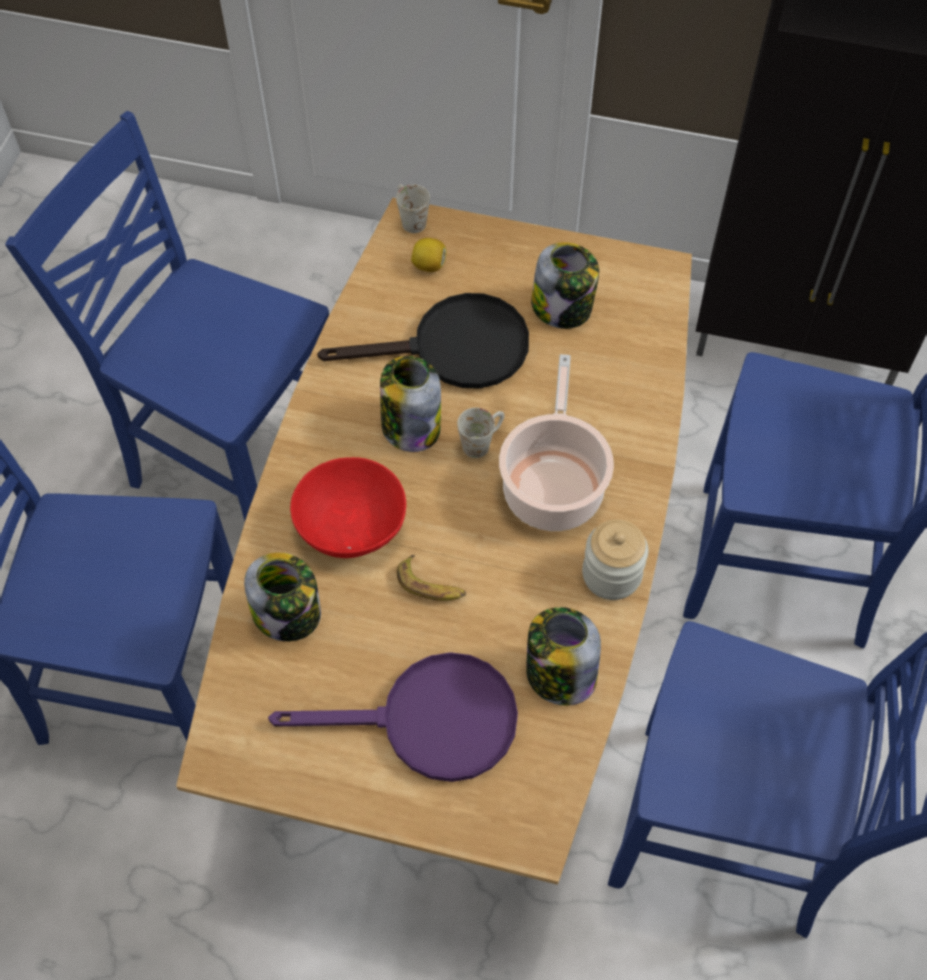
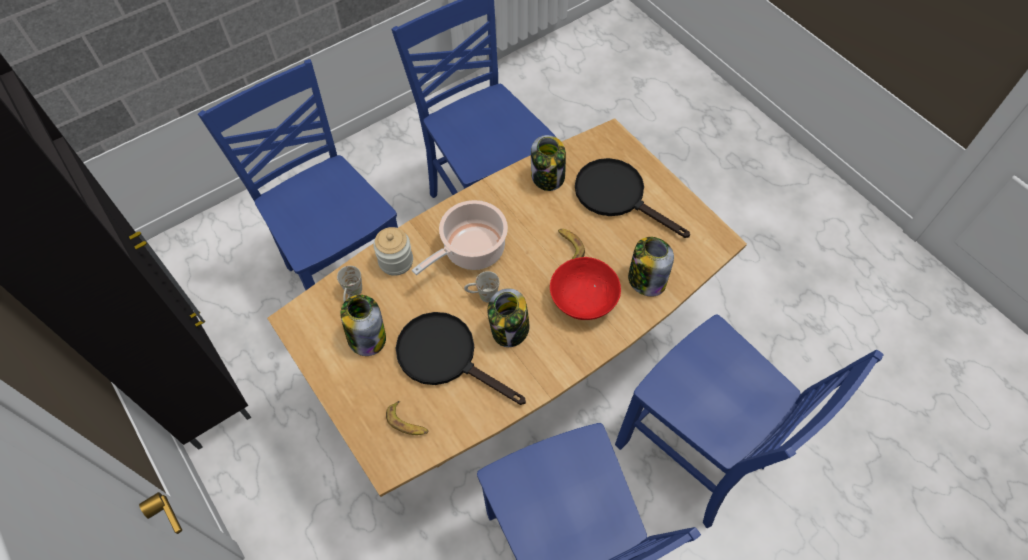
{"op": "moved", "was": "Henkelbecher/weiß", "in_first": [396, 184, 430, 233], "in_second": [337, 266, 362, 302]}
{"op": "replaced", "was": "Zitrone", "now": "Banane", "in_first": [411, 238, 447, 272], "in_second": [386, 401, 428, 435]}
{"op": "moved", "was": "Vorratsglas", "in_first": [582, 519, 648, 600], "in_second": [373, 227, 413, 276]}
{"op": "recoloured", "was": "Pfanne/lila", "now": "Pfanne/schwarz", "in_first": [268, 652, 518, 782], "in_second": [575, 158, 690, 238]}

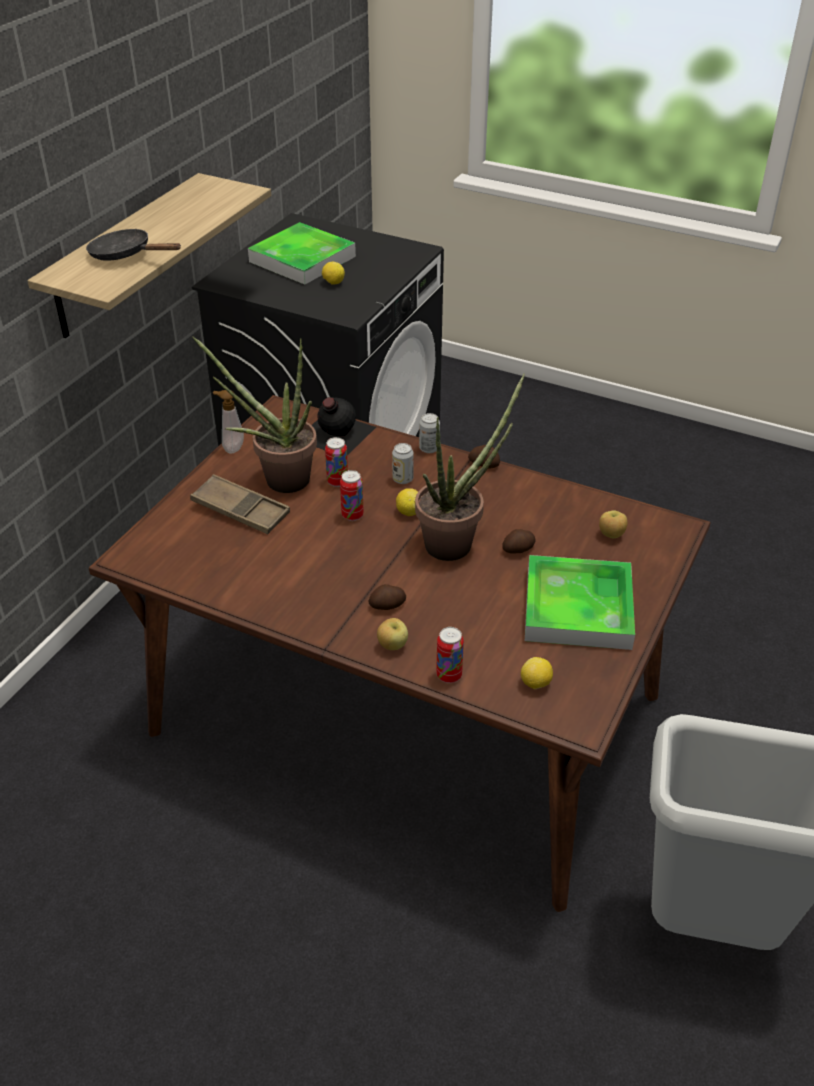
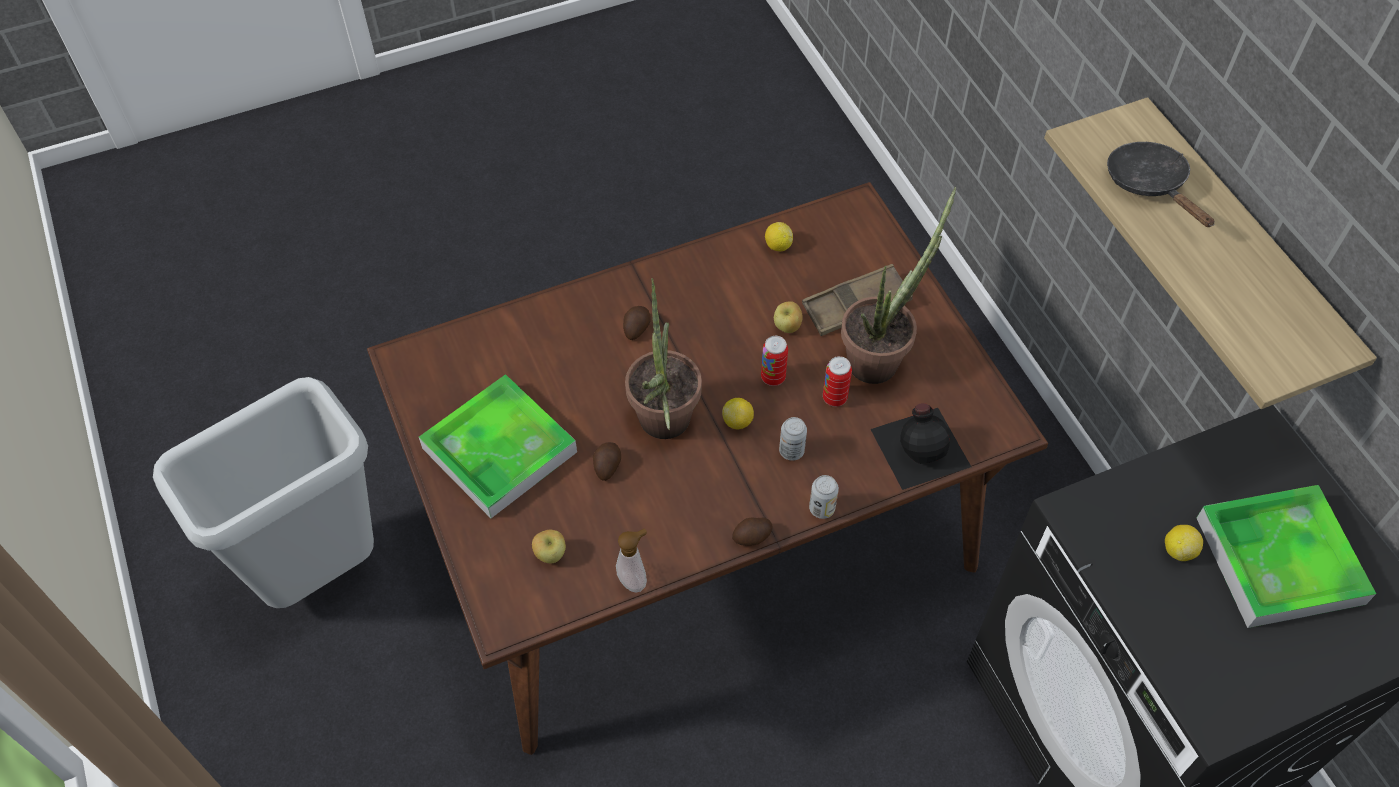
{"op": "turned", "was": "Pfanne/schwarz", "in_first": [86, 229, 181, 261], "in_second": [1107, 142, 1214, 227], "clockwise": -90}
{"op": "moved", "was": "Seifenspender", "in_first": [213, 390, 244, 453], "in_second": [616, 529, 647, 593]}
{"op": "moved", "was": "Apfel", "in_first": [377, 618, 408, 650], "in_second": [774, 301, 803, 333]}
{"op": "removed", "was": "Dose", "in_first": [436, 627, 464, 683]}
{"op": "moved", "was": "Zitrone", "in_first": [521, 657, 553, 689], "in_second": [765, 222, 793, 251]}

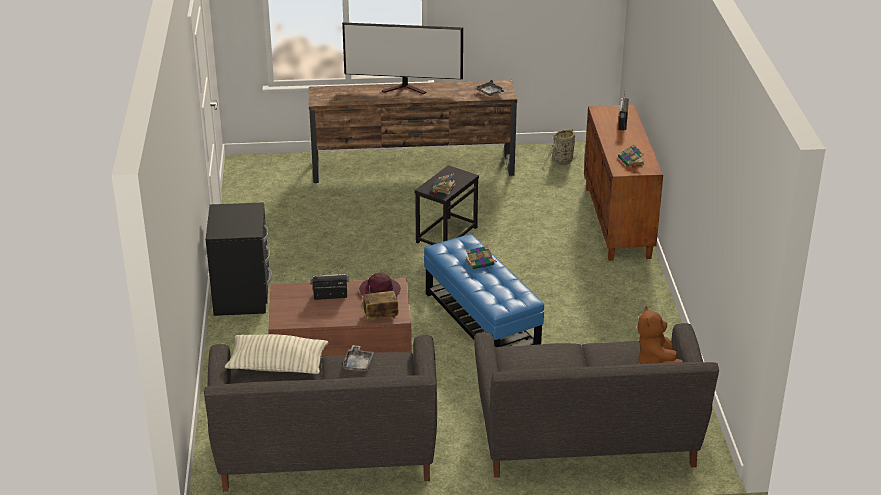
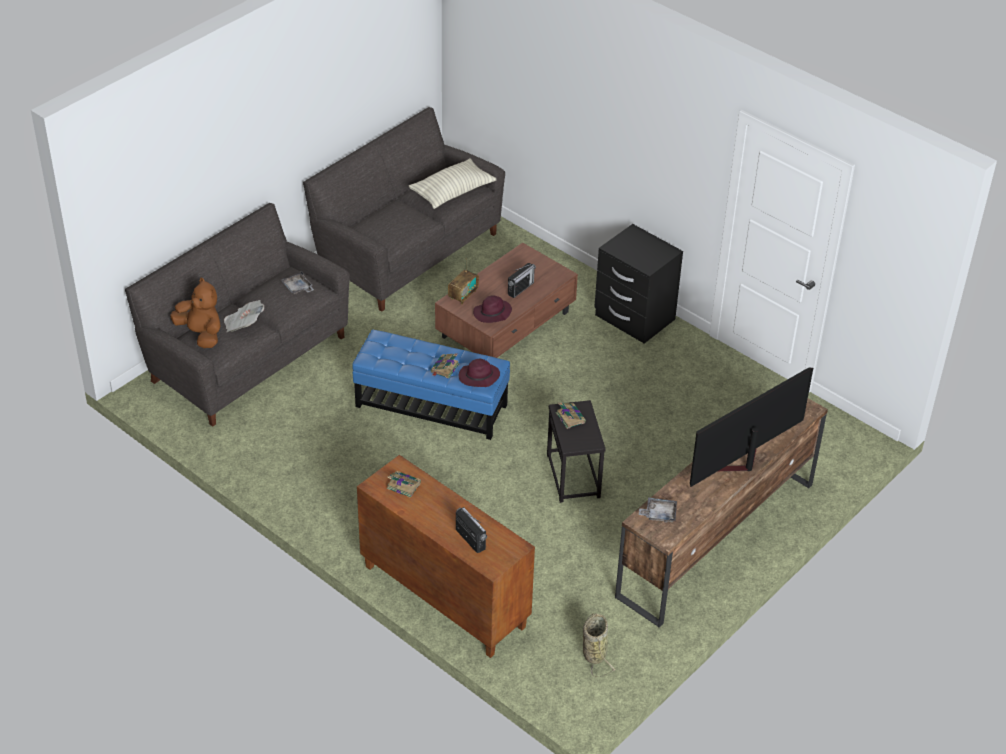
{"op": "moved", "was": "Tablett/grau", "in_first": [341, 345, 374, 371], "in_second": [281, 271, 314, 294]}
{"op": "added", "now": "Zeitung", "in_second": [224, 300, 264, 332]}
{"op": "added", "now": "Hut/lila", "in_second": [459, 359, 500, 387]}

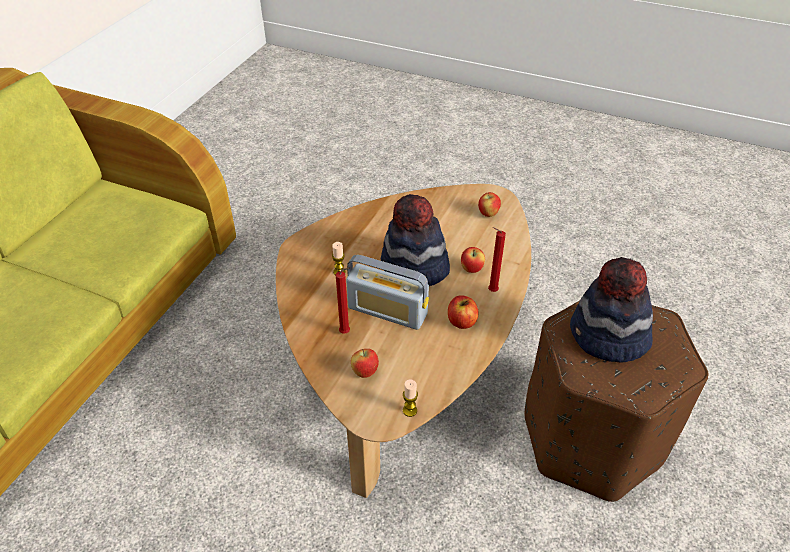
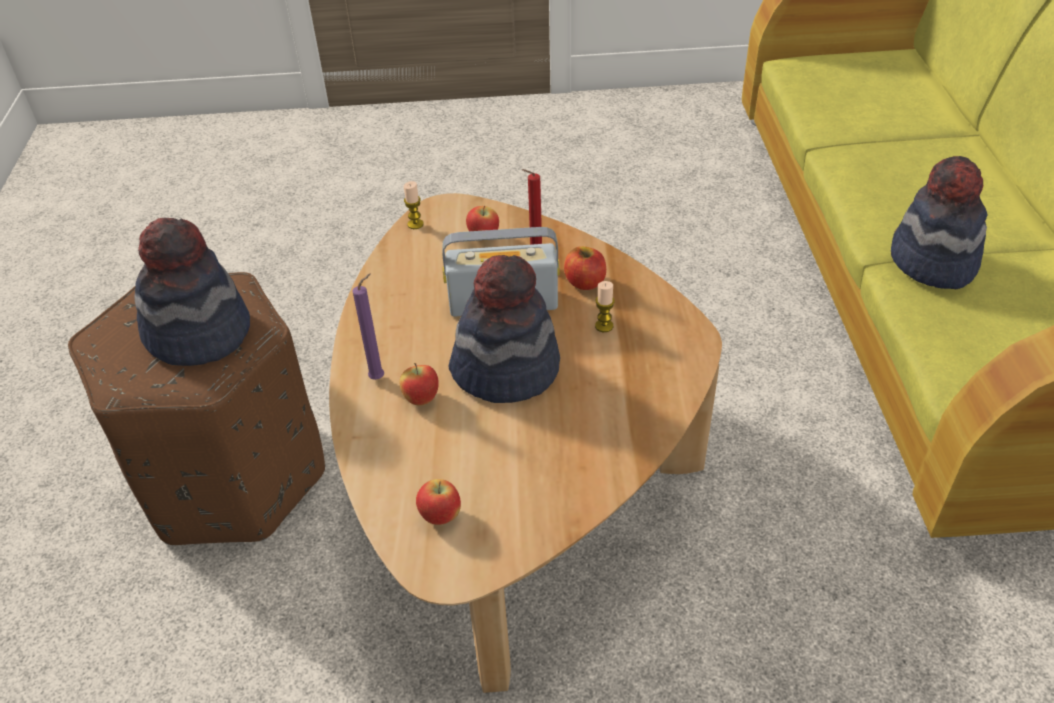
{"op": "recoloured", "was": "Kerze/rot", "now": "Kerze/lila", "in_first": [488, 227, 506, 292], "in_second": [353, 273, 384, 380]}
{"op": "moved", "was": "Apfel", "in_first": [448, 295, 479, 329], "in_second": [564, 246, 606, 290]}
{"op": "added", "now": "Hut", "in_second": [891, 156, 988, 289]}

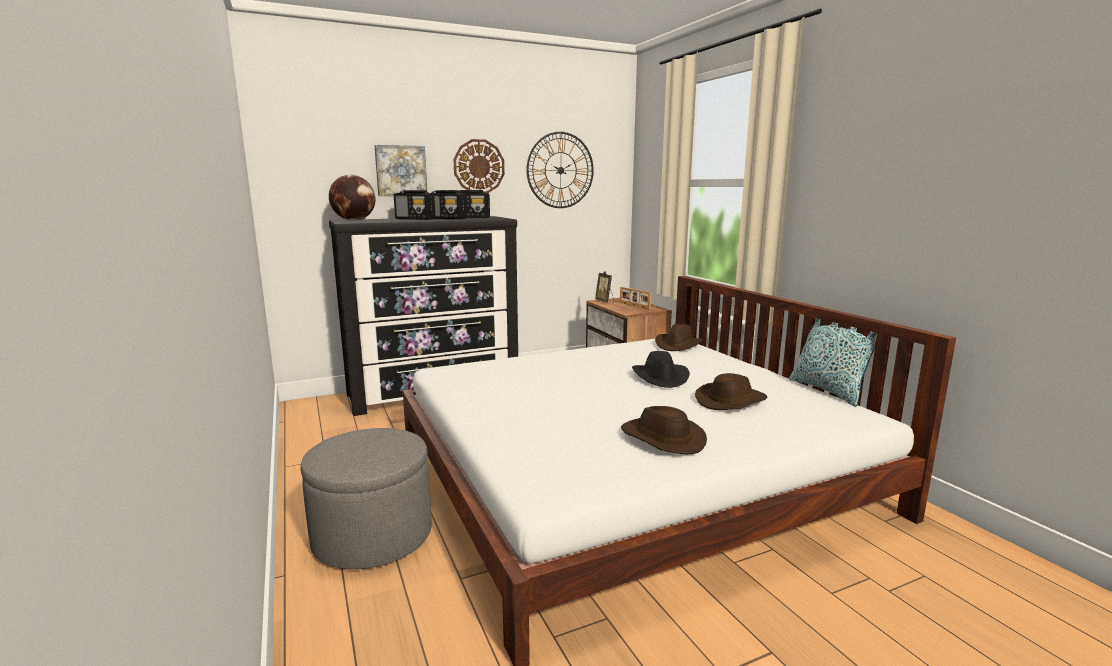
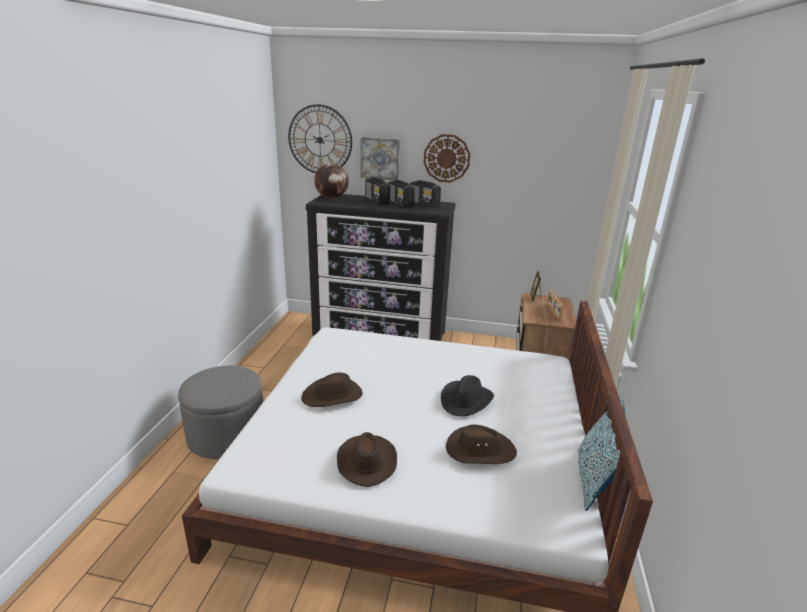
{"op": "moved", "was": "Wanduhr", "in_first": [526, 132, 594, 208], "in_second": [288, 104, 352, 173]}
{"op": "moved", "was": "Hut/braun", "in_first": [655, 324, 704, 351], "in_second": [301, 372, 363, 407]}

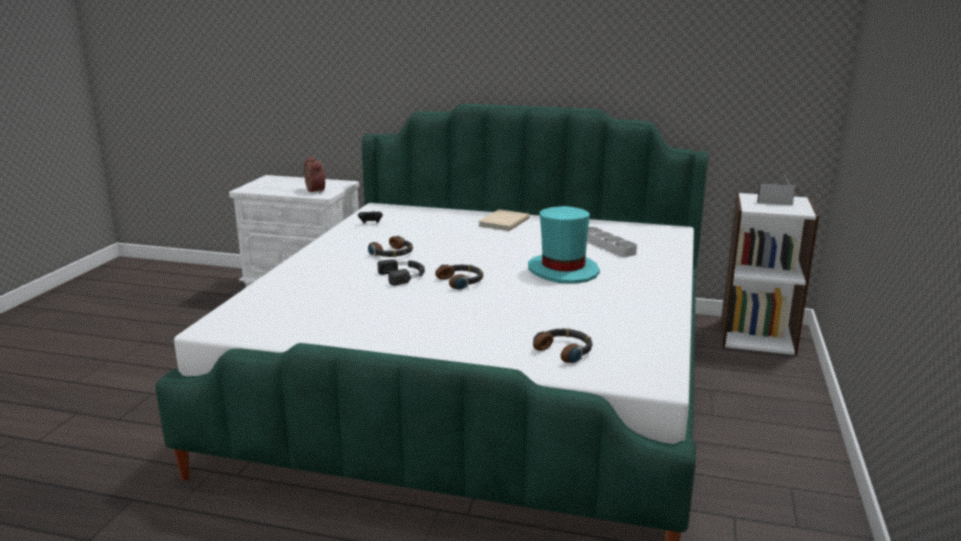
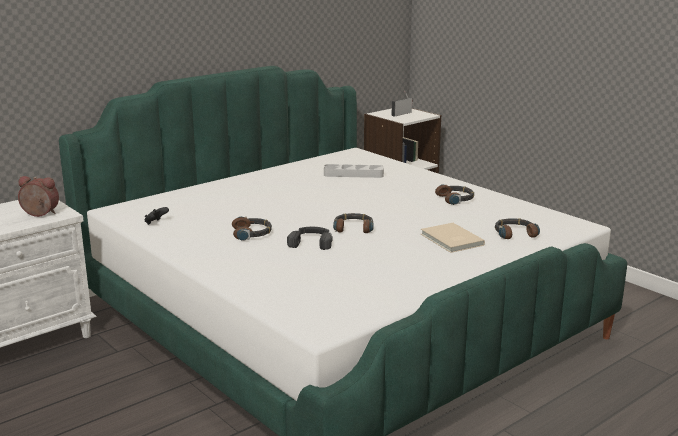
{"op": "removed", "was": "Hut/türkis", "in_first": [528, 206, 600, 284]}
{"op": "moved", "was": "Buch/beige", "in_first": [478, 209, 530, 231], "in_second": [421, 223, 485, 253]}
{"op": "added", "now": "Kopfhörer", "in_second": [435, 185, 474, 205]}

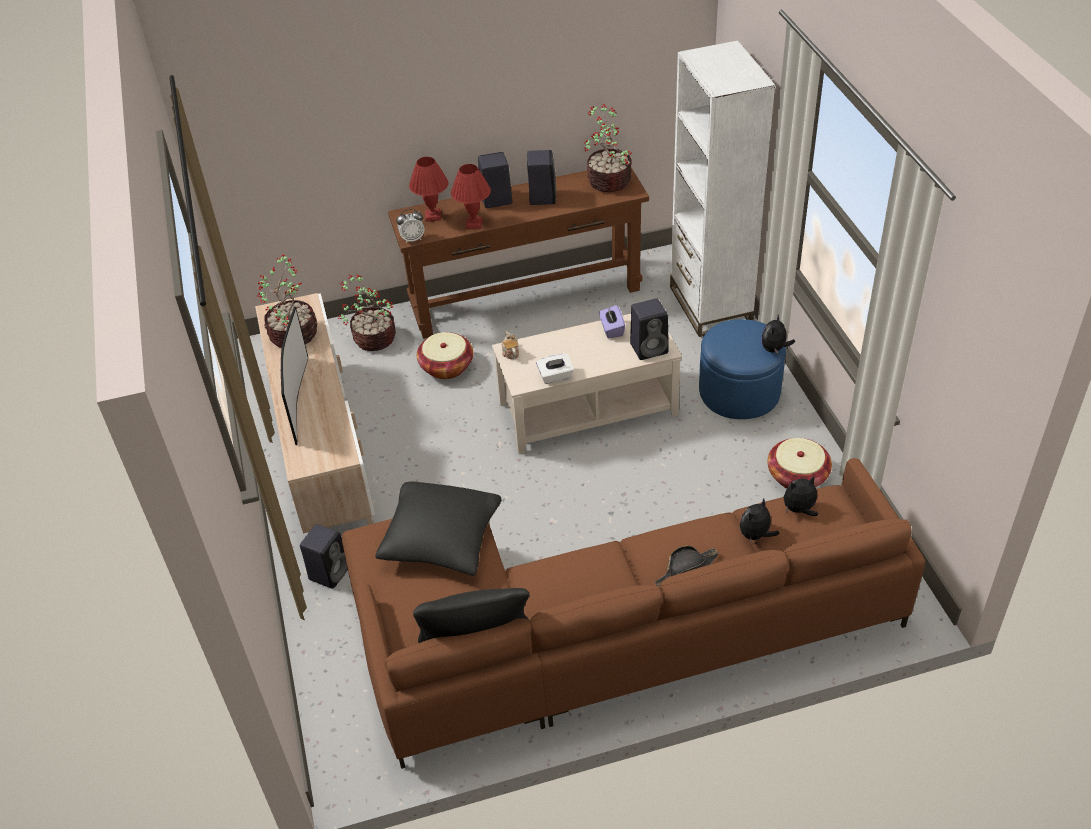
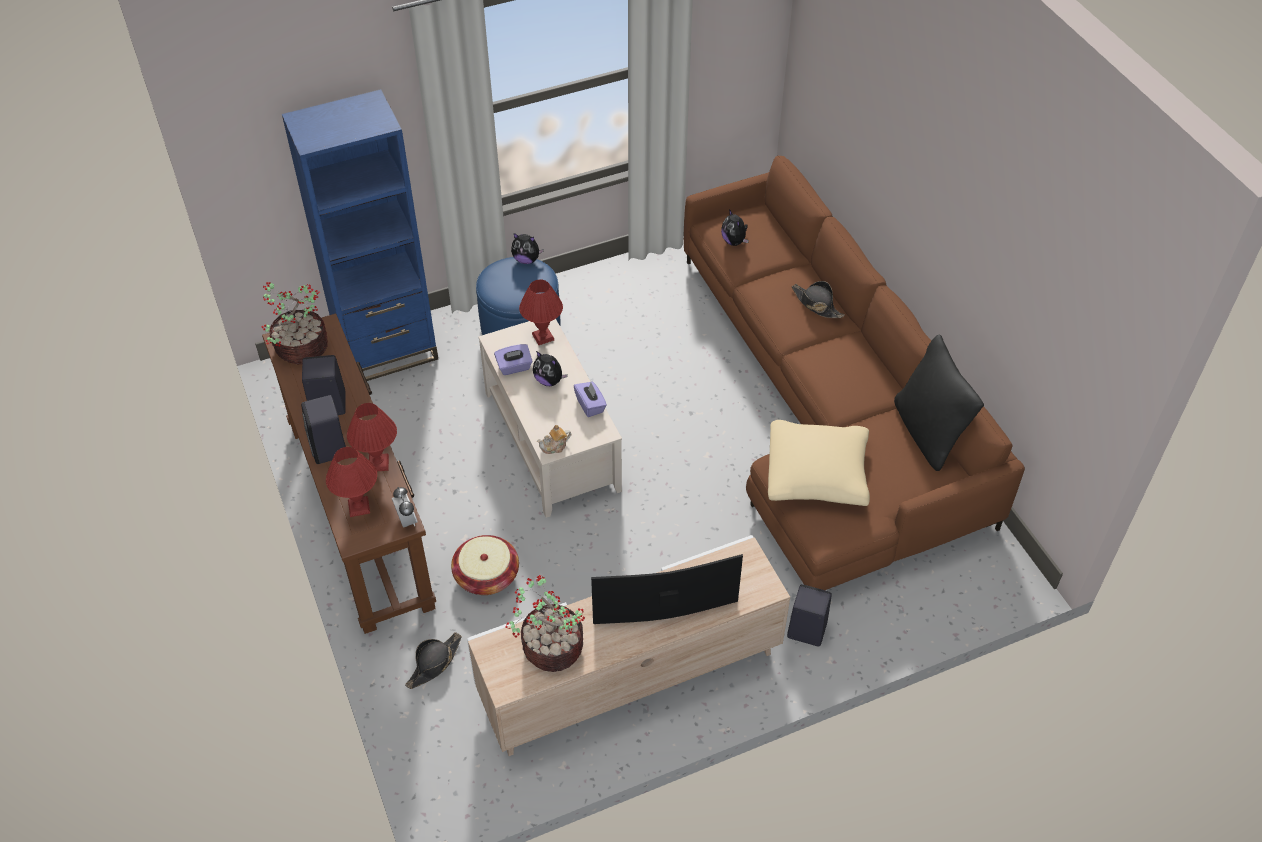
{"op": "recoloured", "was": "Bücherregal/weiß", "now": "Bücherregal/blau", "in_first": [670, 41, 775, 337], "in_second": [282, 89, 438, 381]}
{"op": "replaced", "was": "Topfpflanze", "now": "Hut/schwarz", "in_first": [338, 274, 396, 351], "in_second": [405, 632, 462, 689]}
{"op": "replaced", "was": "Lautsprecher/schwarz", "now": "Tischlampe/rot", "in_first": [630, 298, 668, 360], "in_second": [519, 279, 563, 345]}
{"op": "recoloured", "was": "Taschentuchbox/weiß", "now": "Taschentuchbox/lila", "in_first": [536, 354, 574, 384], "in_second": [574, 382, 607, 417]}
{"op": "removed", "was": "Korb", "in_first": [767, 438, 832, 488]}
{"op": "recoloured", "was": "Kissen/schwarz", "now": "Kissen/beige", "in_first": [375, 481, 501, 576], "in_second": [768, 420, 870, 506]}
{"op": "moved", "was": "Plüschtier", "in_first": [740, 499, 779, 542], "in_second": [533, 351, 568, 386]}

